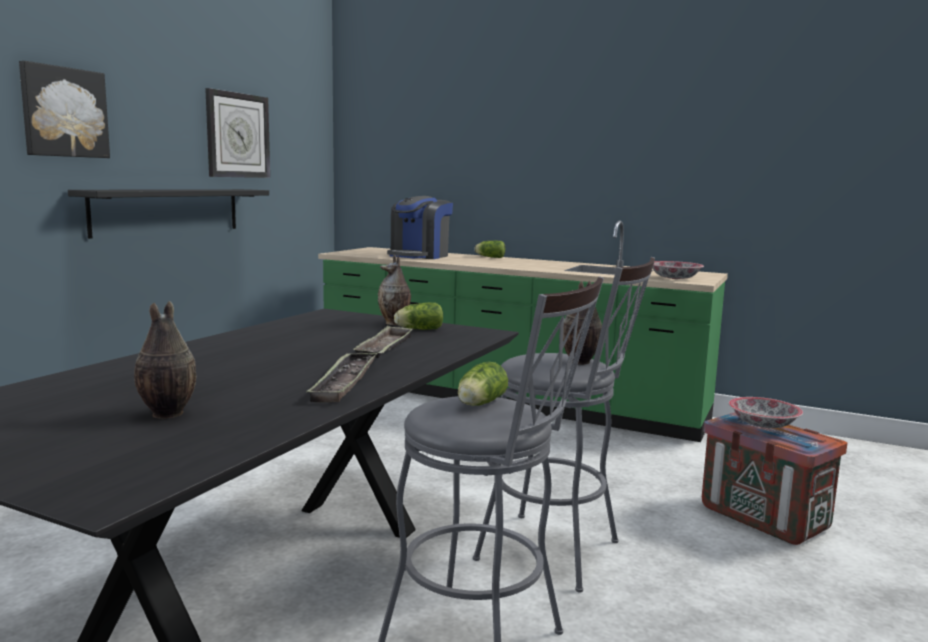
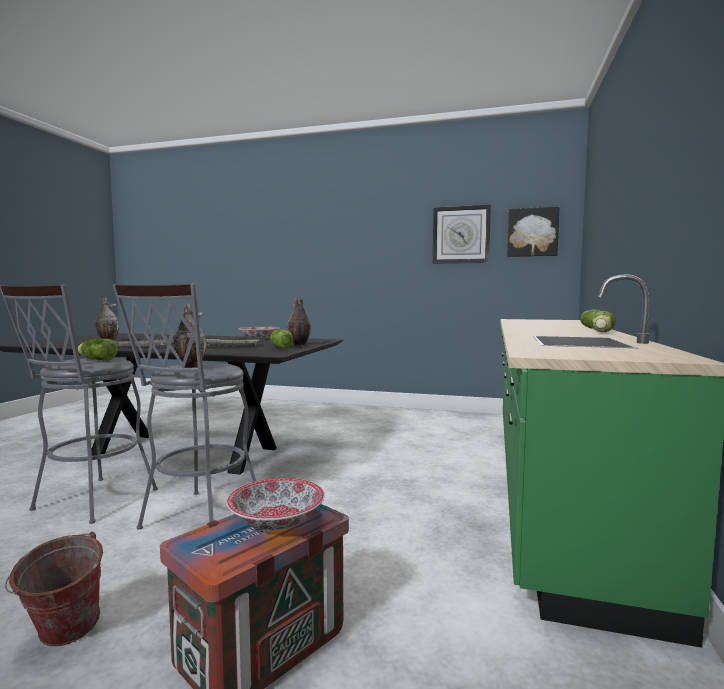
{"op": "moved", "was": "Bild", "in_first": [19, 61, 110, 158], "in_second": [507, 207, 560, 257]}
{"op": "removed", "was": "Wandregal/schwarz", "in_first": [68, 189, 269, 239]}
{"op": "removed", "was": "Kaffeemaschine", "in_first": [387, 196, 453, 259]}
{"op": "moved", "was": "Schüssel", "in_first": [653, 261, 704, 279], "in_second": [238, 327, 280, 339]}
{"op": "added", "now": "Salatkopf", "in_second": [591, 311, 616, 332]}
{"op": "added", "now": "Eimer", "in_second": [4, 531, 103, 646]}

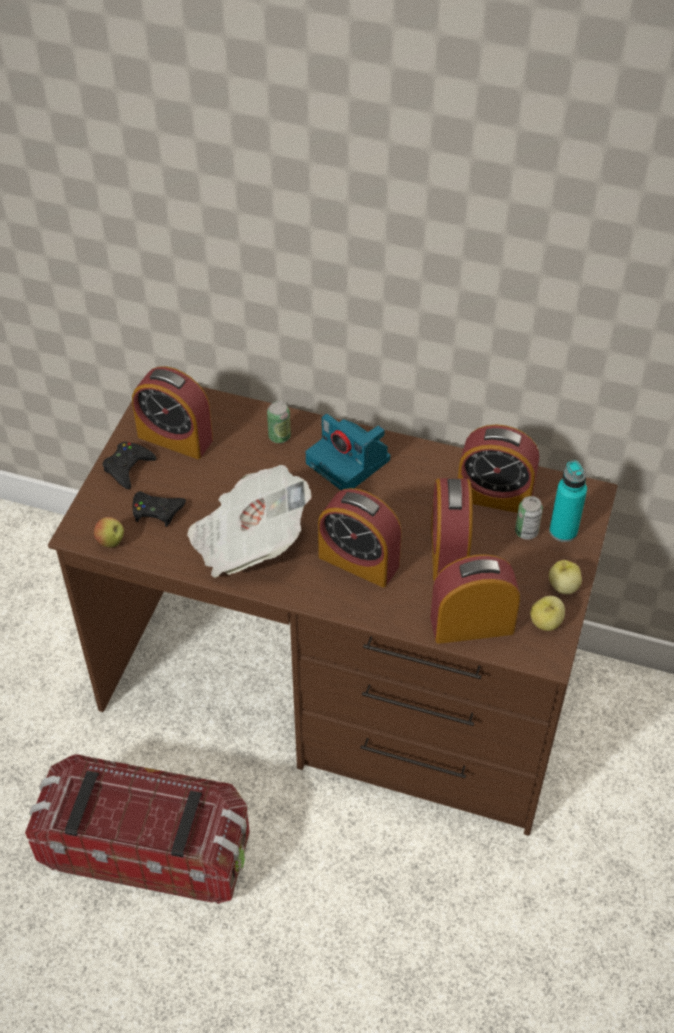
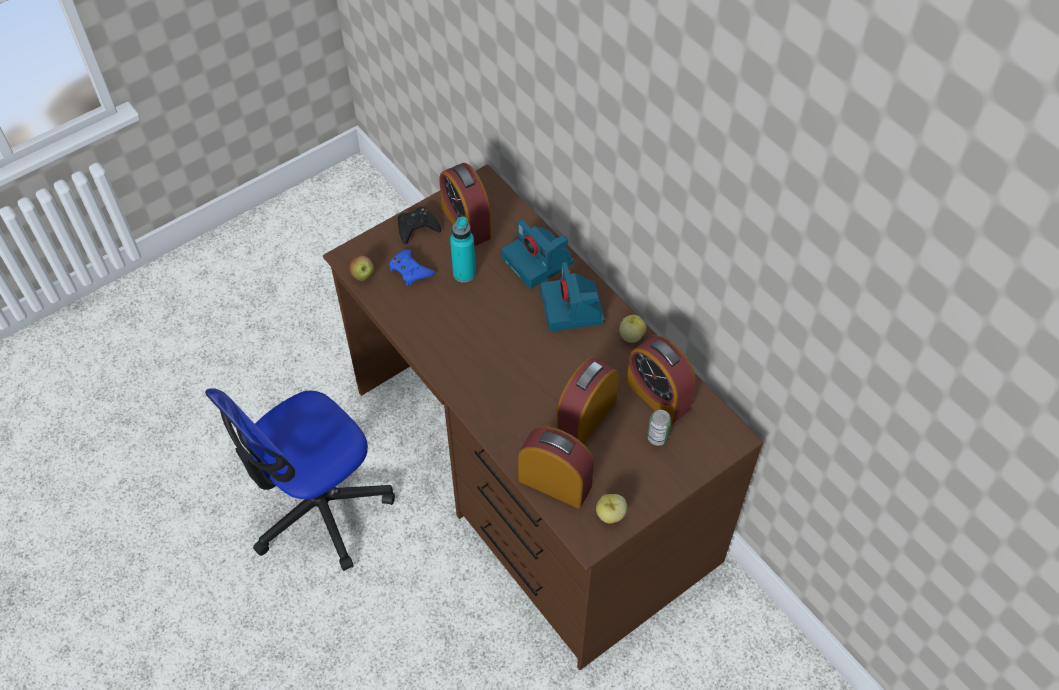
{"op": "replaced", "was": "Dose", "now": "Kamera", "in_first": [267, 401, 291, 443], "in_second": [502, 220, 573, 289]}
{"op": "moved", "was": "Flasche/türkis", "in_first": [549, 460, 587, 542], "in_second": [450, 217, 476, 283]}
{"op": "removed", "was": "Zeitung", "in_first": [187, 465, 312, 578]}
{"op": "removed", "was": "Wecker", "in_first": [318, 488, 402, 587]}
{"op": "recoloured", "was": "Gamepad/schwarz", "now": "Gamepad/blau", "in_first": [133, 491, 186, 527], "in_second": [389, 249, 435, 286]}
{"op": "moved", "was": "Apfel", "in_first": [549, 560, 582, 594], "in_second": [619, 315, 647, 343]}
{"op": "replaced", "was": "Aufbewahrungsbox", "now": "Bürostuhl", "in_first": [25, 754, 250, 904], "in_second": [205, 388, 395, 571]}

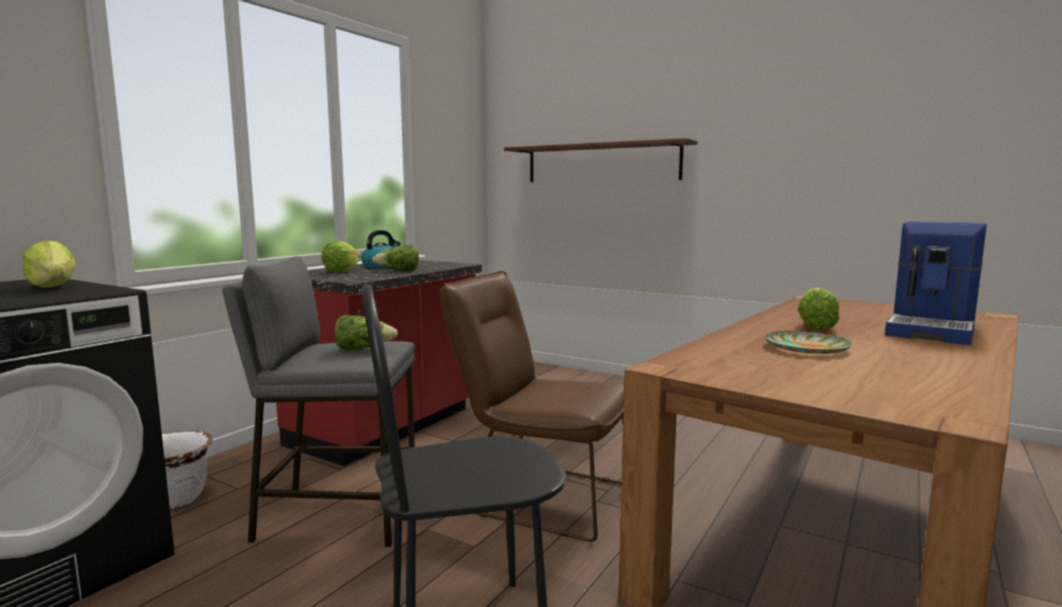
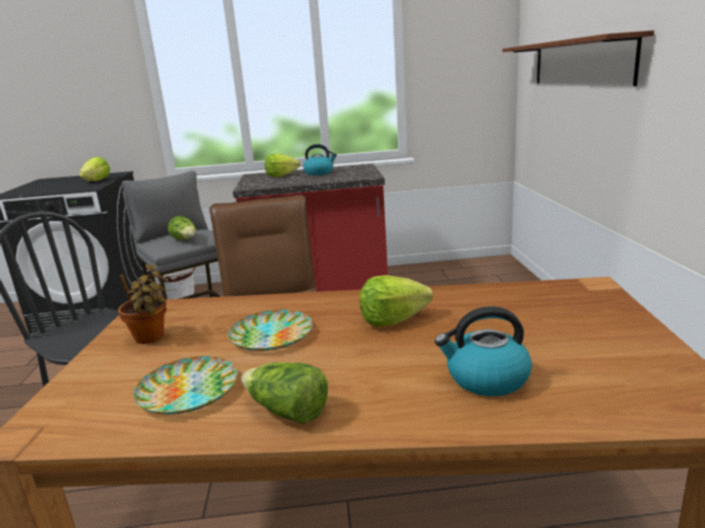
{"op": "replaced", "was": "Kaffeemaschine", "now": "Wasserkessel", "in_first": [885, 221, 987, 345], "in_second": [435, 306, 532, 396]}
{"op": "moved", "was": "Salatkopf", "in_first": [372, 245, 419, 271], "in_second": [241, 362, 328, 424]}
{"op": "added", "now": "Topfpflanze", "in_second": [118, 264, 167, 344]}
{"op": "added", "now": "Teller", "in_second": [133, 356, 237, 415]}

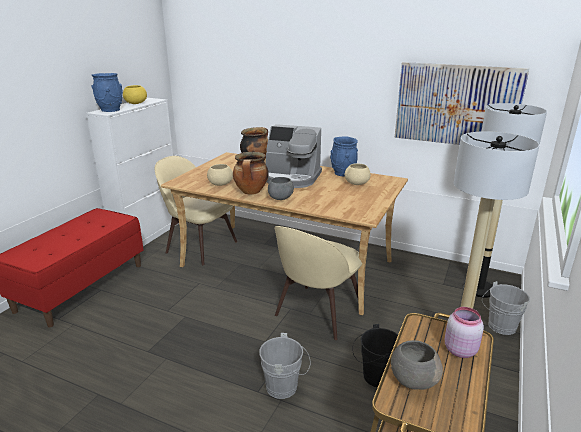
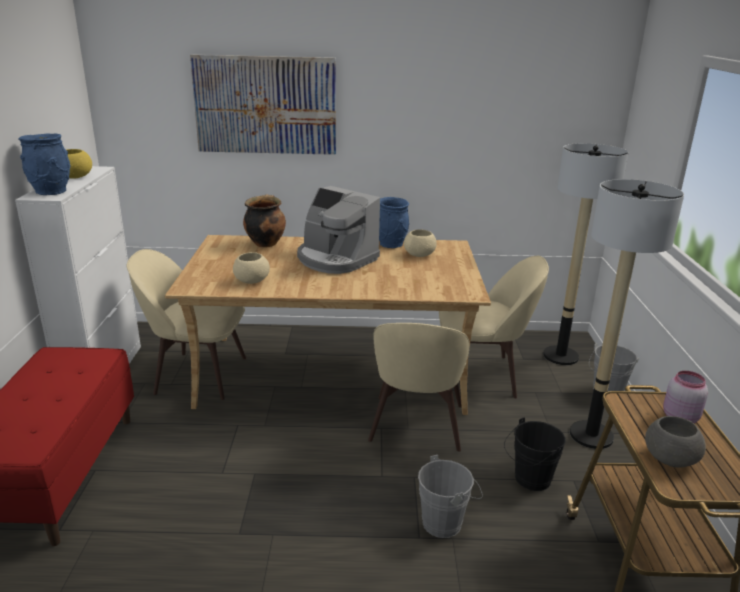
{"op": "moved", "was": "Bild", "in_first": [395, 62, 529, 145], "in_second": [190, 54, 336, 155]}
{"op": "turned", "was": "Kaffeemaschine", "in_first": [266, 124, 322, 188], "in_second": [297, 186, 380, 274], "clockwise": 45}
{"op": "removed", "was": "Kochtopf", "in_first": [233, 152, 269, 195]}
{"op": "removed", "was": "Schüssel/grau", "in_first": [268, 177, 294, 200]}
{"op": "added", "now": "Stuhl/beige", "in_second": [439, 256, 549, 398]}

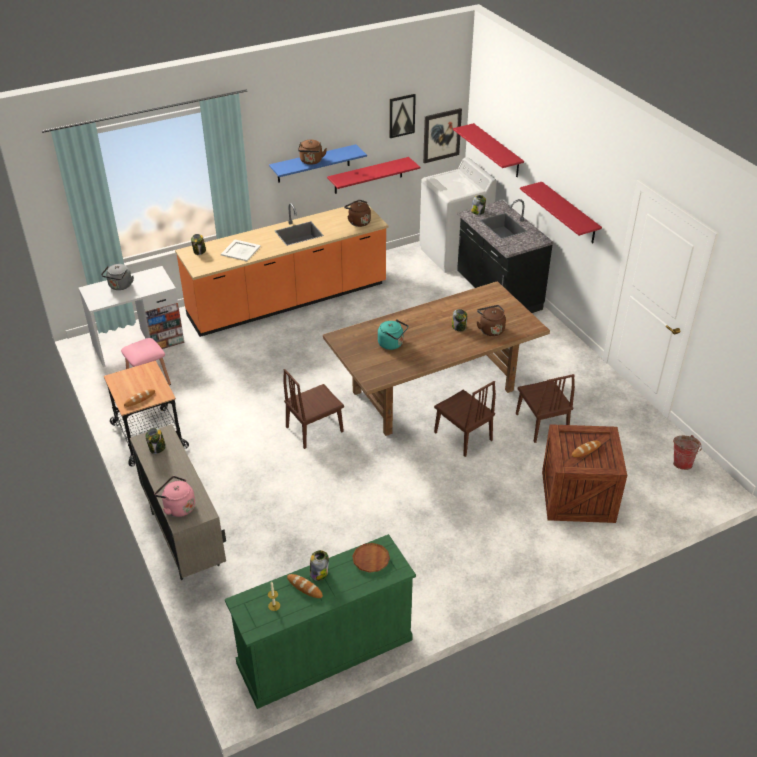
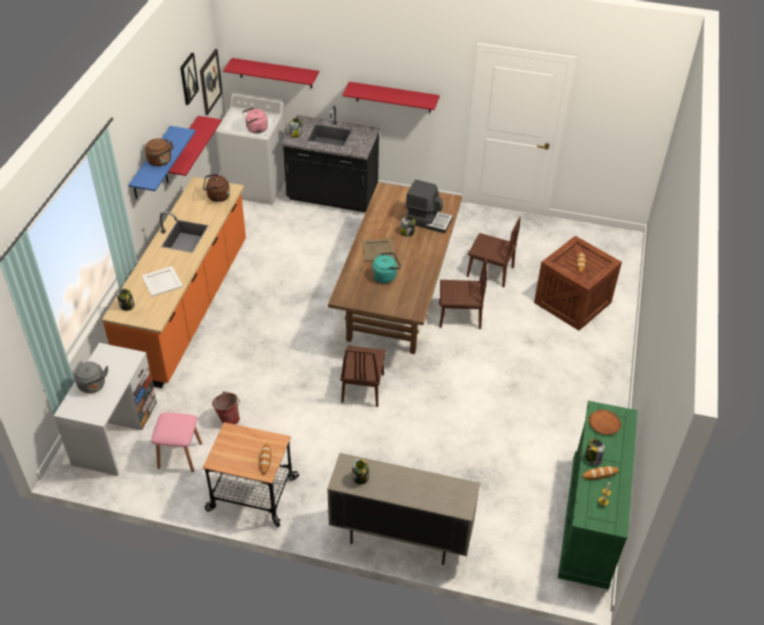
{"op": "replaced", "was": "Wasserkessel/braun", "now": "Kaffeemaschine", "in_first": [477, 305, 506, 336], "in_second": [406, 180, 453, 233]}
{"op": "moved", "was": "Eimer", "in_first": [673, 435, 702, 470], "in_second": [212, 392, 240, 425]}
{"op": "moved", "was": "Wasserkessel/rosa", "in_first": [155, 476, 195, 517], "in_second": [242, 107, 268, 133]}
{"op": "added", "now": "Tablett/beige", "in_second": [362, 238, 396, 262]}

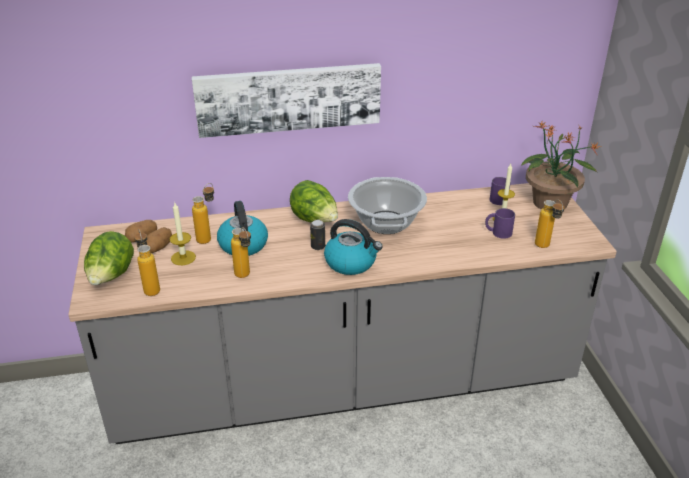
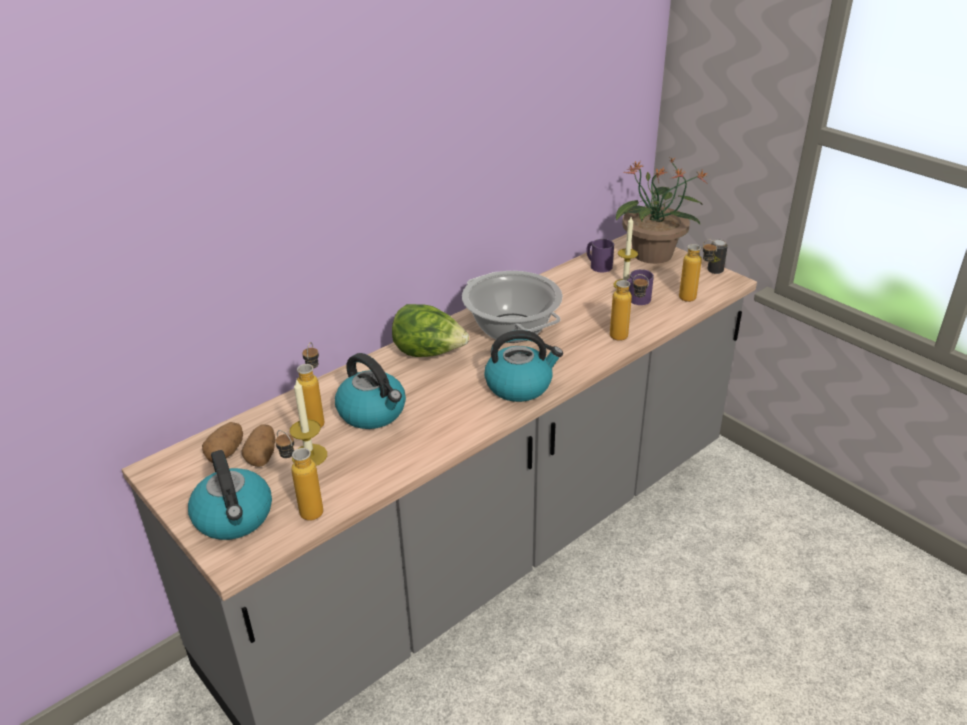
{"op": "removed", "was": "Bild", "in_first": [192, 63, 381, 138]}
{"op": "moved", "was": "Dose", "in_first": [310, 220, 325, 250], "in_second": [707, 239, 728, 274]}
{"op": "moved", "was": "Flasche", "in_first": [231, 227, 251, 278], "in_second": [610, 274, 649, 341]}
{"op": "replaced", "was": "Salatkopf", "now": "Wasserkessel", "in_first": [84, 231, 134, 285], "in_second": [188, 450, 272, 540]}

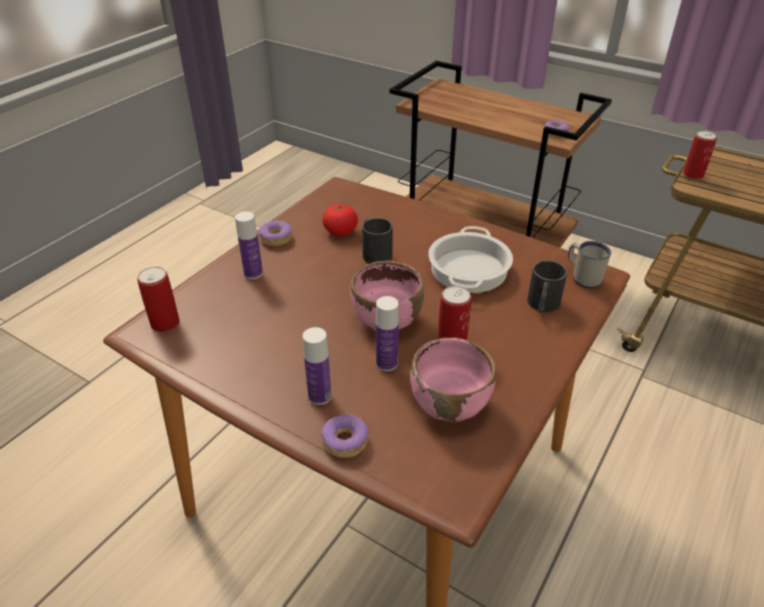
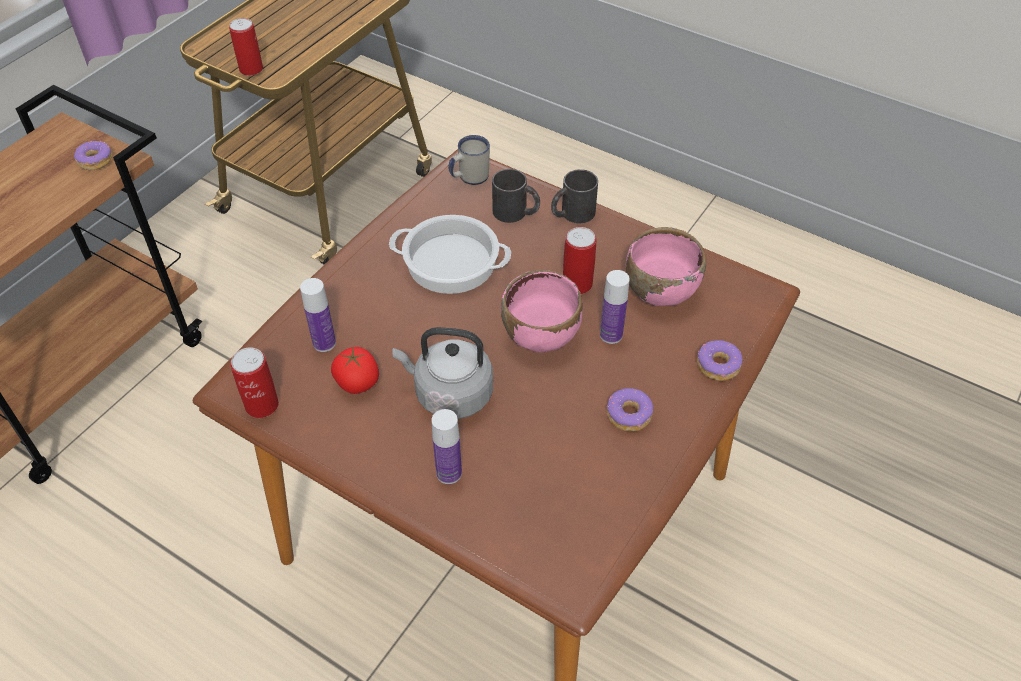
{"op": "moved", "was": "Henkelbecher/schwarz", "in_first": [362, 218, 393, 264], "in_second": [551, 169, 598, 223]}
{"op": "moved", "was": "Donut", "in_first": [258, 220, 292, 246], "in_second": [607, 388, 653, 431]}
{"op": "moved", "was": "Dose", "in_first": [137, 267, 180, 332], "in_second": [230, 347, 279, 418]}
{"op": "moved", "was": "Flasche", "in_first": [303, 327, 331, 405], "in_second": [300, 278, 336, 352]}
{"op": "added", "now": "Wasserkessel/grau", "in_second": [392, 327, 493, 419]}

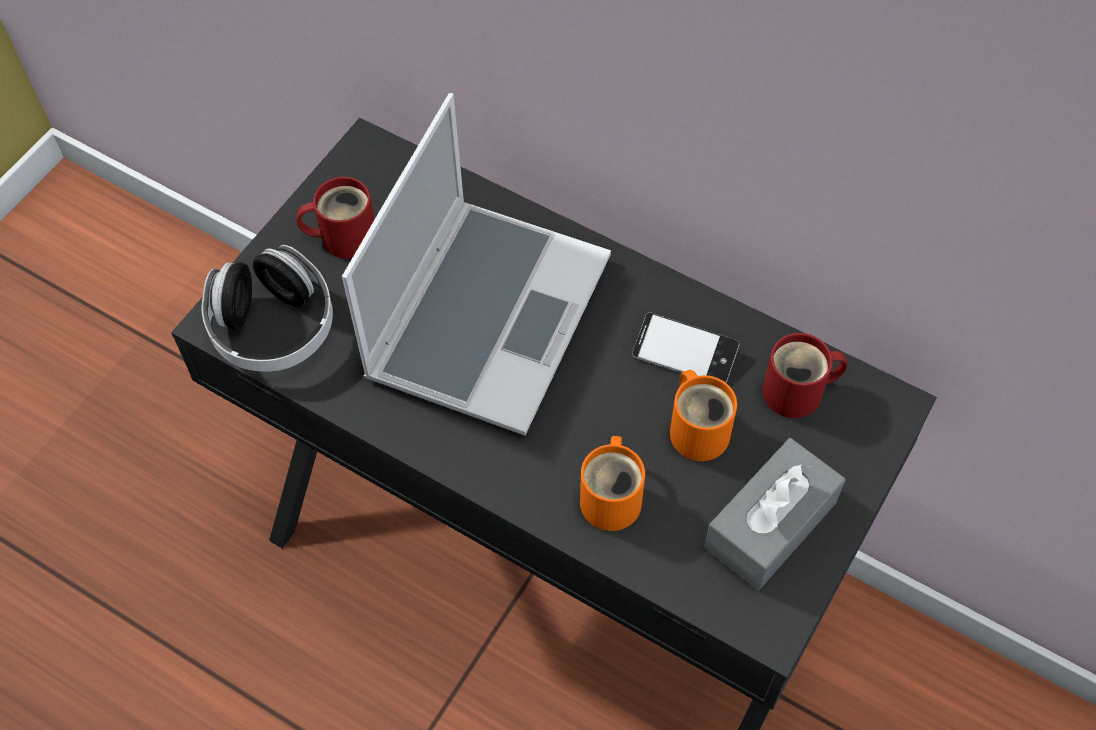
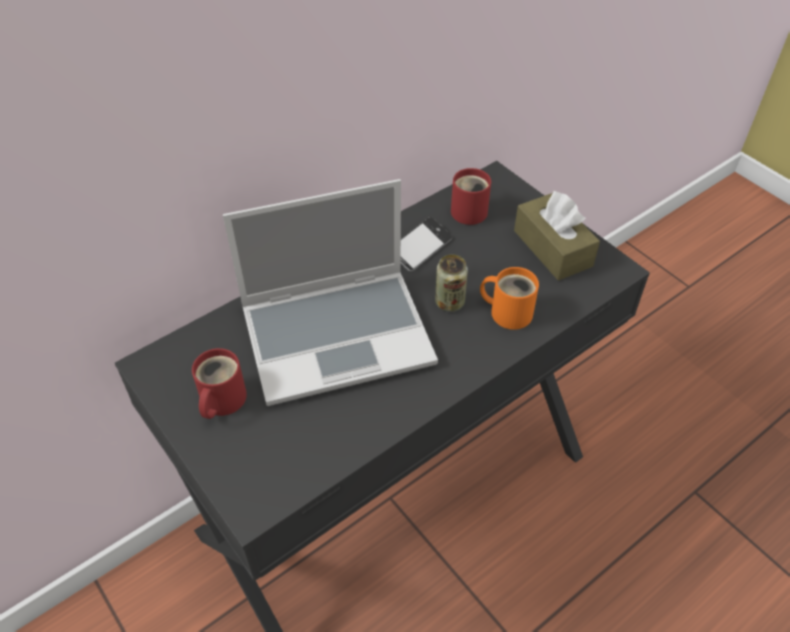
{"op": "turned", "was": "Laptop", "in_first": [342, 93, 611, 436], "in_second": [223, 179, 438, 406], "clockwise": 120}
{"op": "removed", "was": "Kopfhörer", "in_first": [201, 245, 333, 372]}
{"op": "removed", "was": "Henkelbecher/orange", "in_first": [670, 370, 737, 461]}
{"op": "recoloured", "was": "Taschentuchbox/grau", "now": "Taschentuchbox/braun", "in_first": [704, 438, 845, 590], "in_second": [514, 190, 600, 280]}
{"op": "added", "now": "Dose", "in_second": [435, 255, 468, 312]}

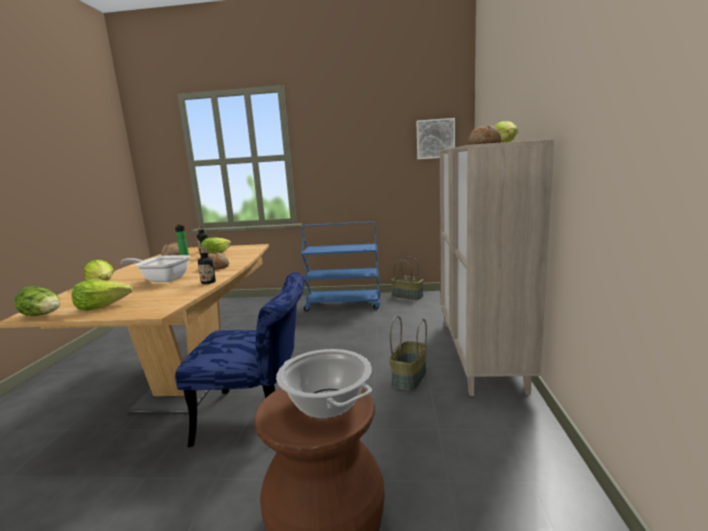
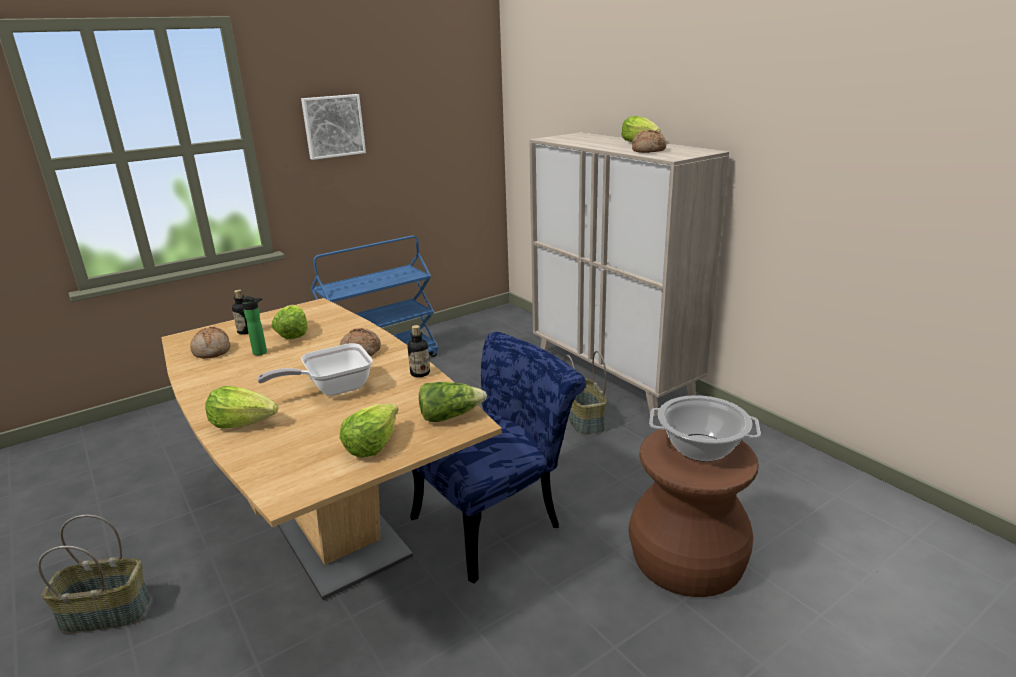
{"op": "moved", "was": "Bild", "in_first": [417, 118, 455, 159], "in_second": [301, 94, 366, 160]}
{"op": "moved", "was": "Korb", "in_first": [391, 256, 424, 300], "in_second": [38, 515, 151, 633]}
{"op": "moved", "was": "Salatkopf", "in_first": [14, 286, 60, 316], "in_second": [419, 382, 487, 422]}

